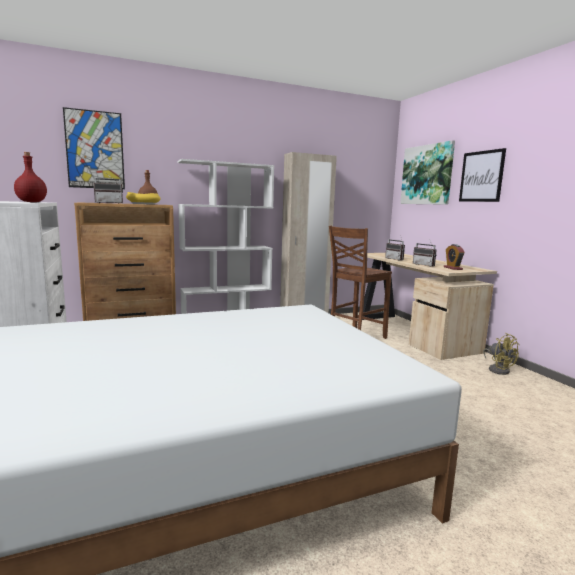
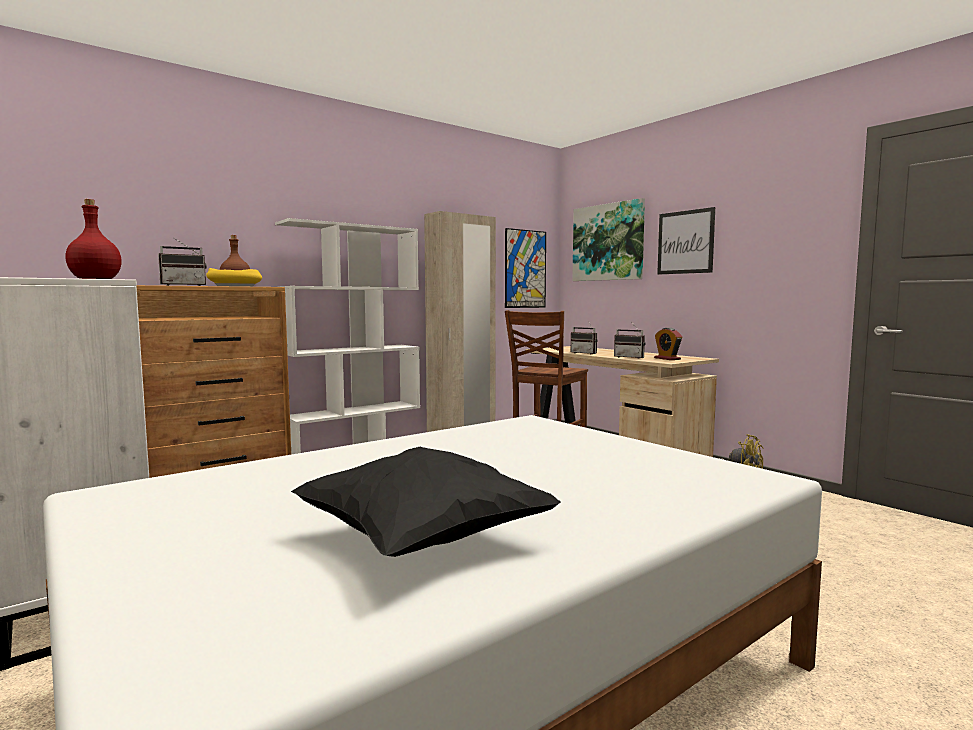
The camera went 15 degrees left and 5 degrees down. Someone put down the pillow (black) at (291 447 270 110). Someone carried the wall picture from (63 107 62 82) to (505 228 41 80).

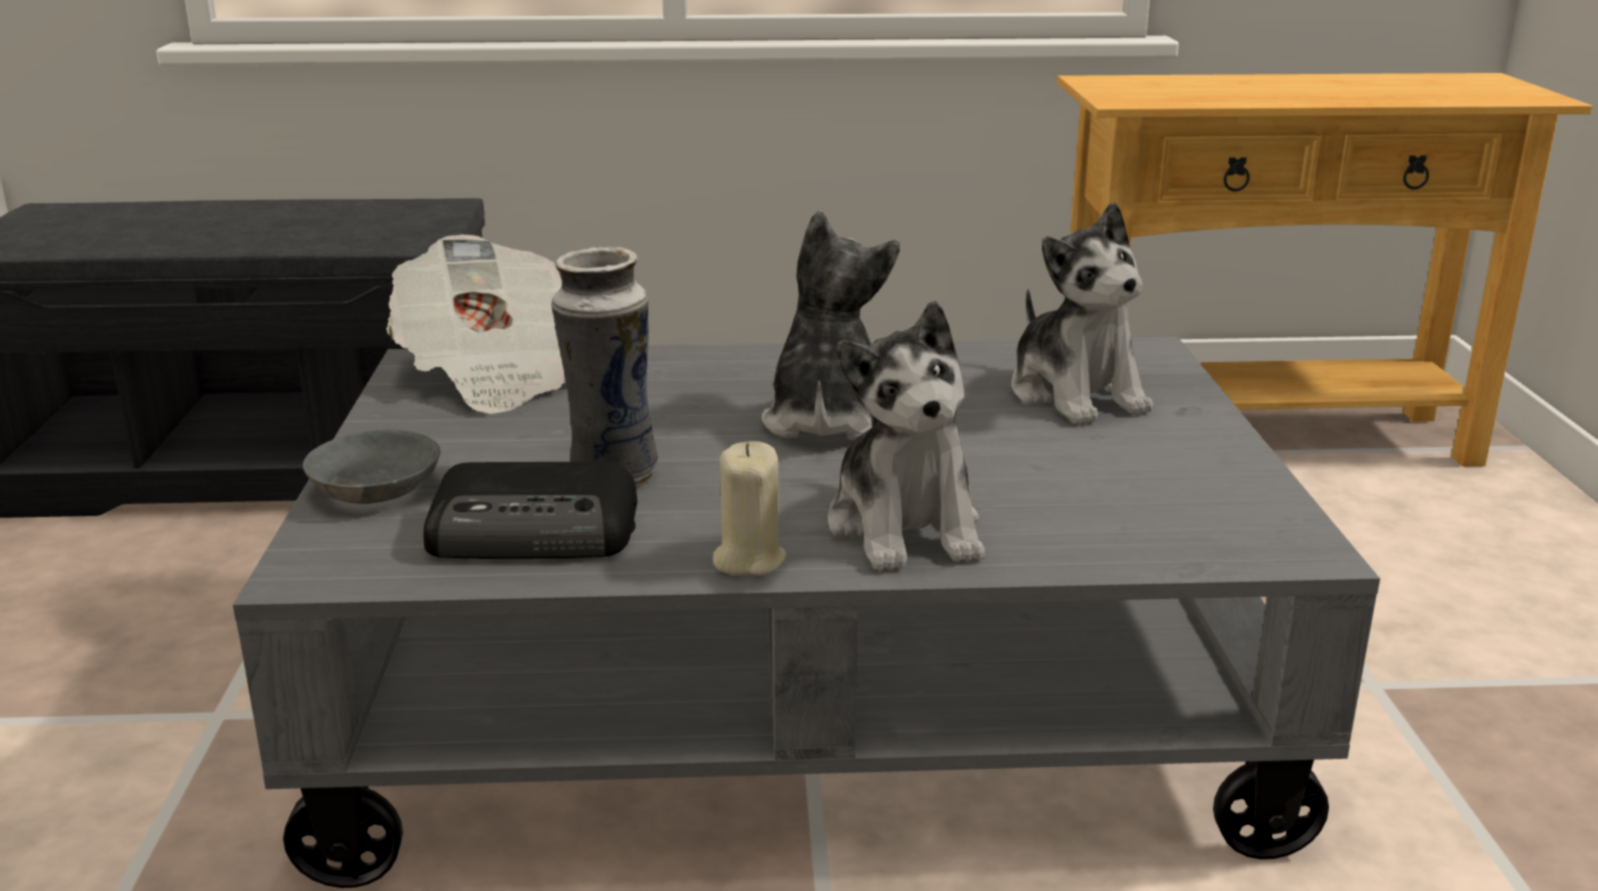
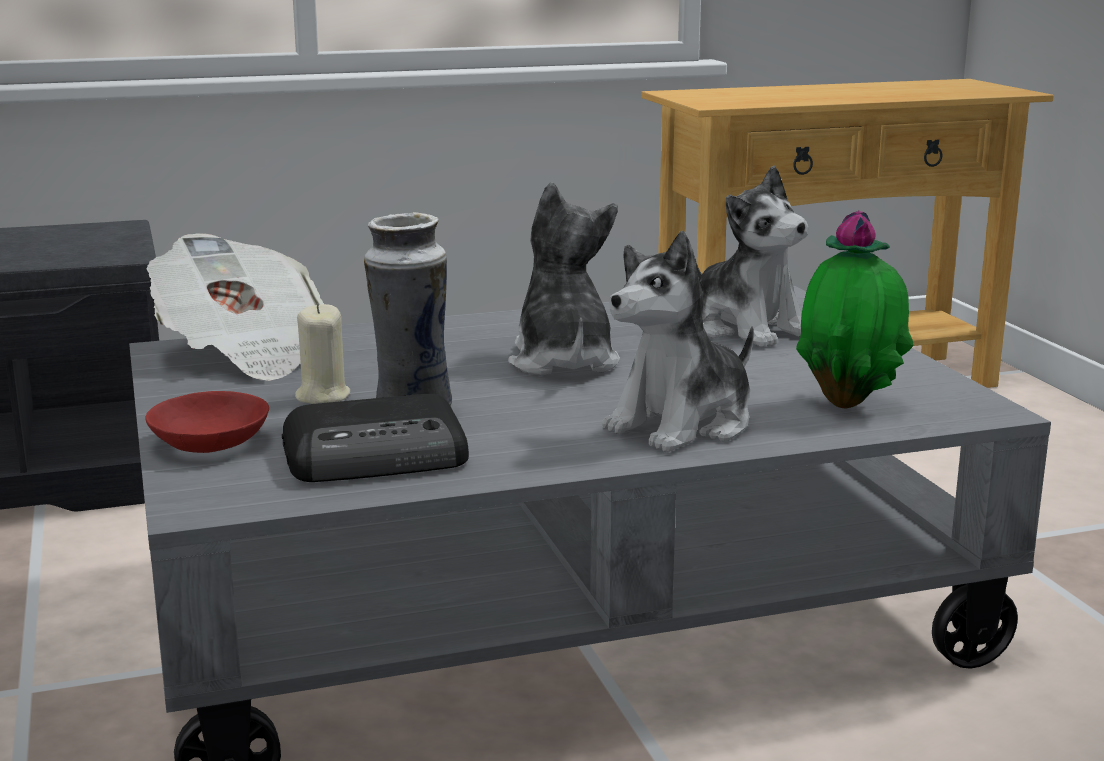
The camera went 15 degrees left and 5 degrees down. Someone repainted the serving bowl (gray) at (303 430 137 74), which became the serving bowl (red) at (145 391 124 62). Someone carried the wax candle (beige-coloured) from (713 441 73 135) to (295 304 55 100). Someone rotated the plush toy at (828 301 157 270) by 75 degrees clockwise. Someone put down the houseplant at (796 211 118 197).

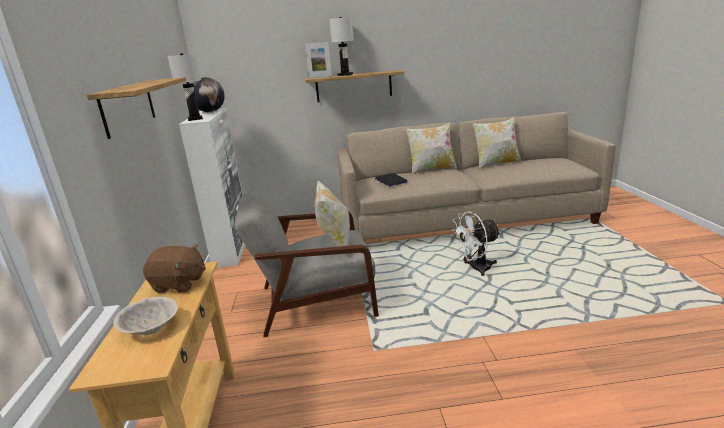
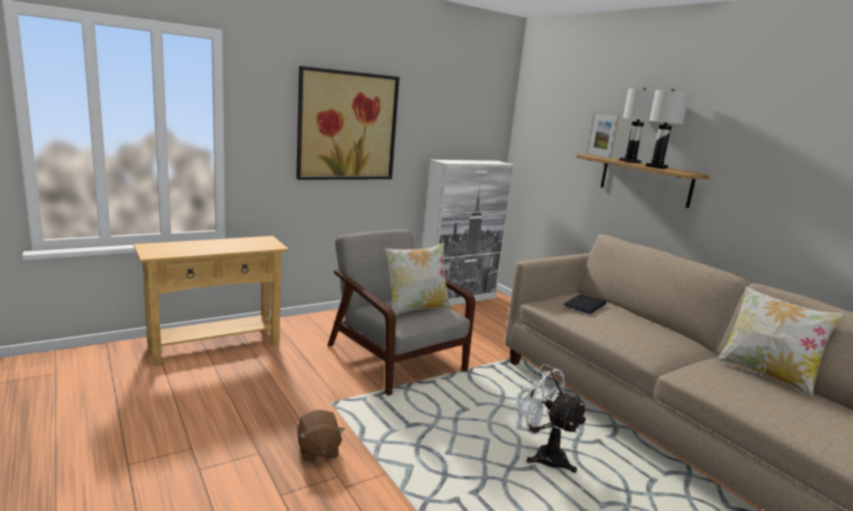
The camera went 60 degrees right and 5 degrees down. Someone swapped the wall shelf at (87 77 99 62) for the wall picture at (296 66 103 114). Someone carried the plush toy (brown-coloured) from (143 244 63 49) to (297 410 48 52). Someone carried the tabletop lamp (white) from (168 53 35 68) to (646 89 44 80). Someone took away the serving bowl (beige-coloured) at (113 297 65 38). Someone took away the desk globe at (193 77 32 35). Someone took away the pillow at (406 123 51 52).

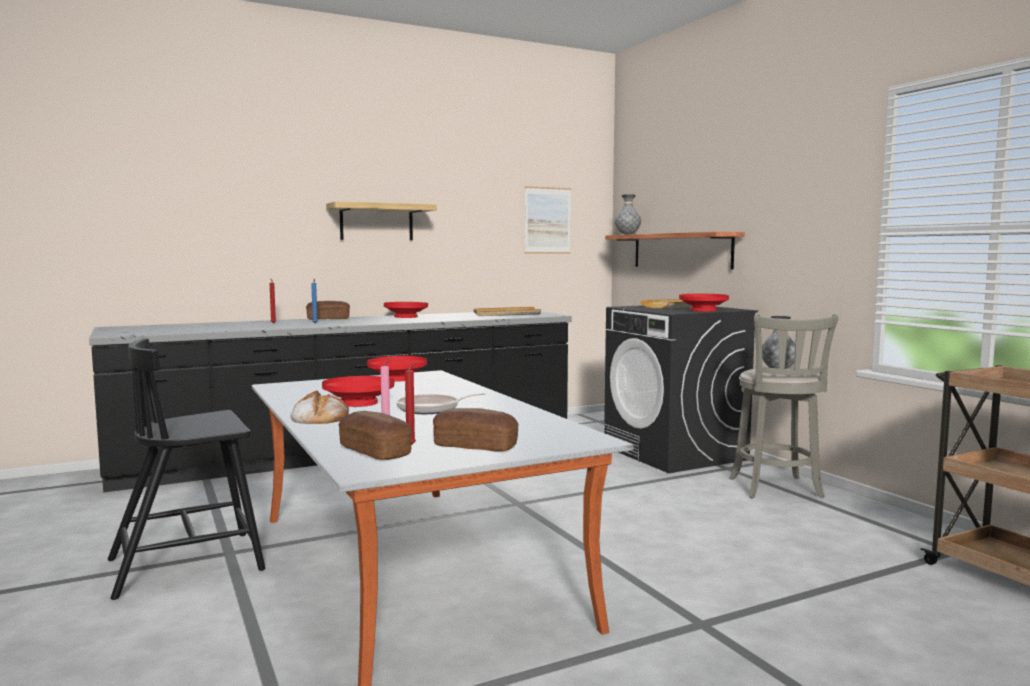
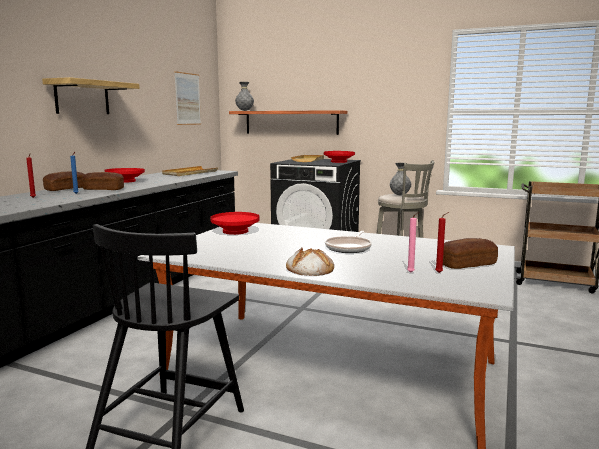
The camera went 40 degrees left and 5 degrees up. Someone carried the bakery bread from (339 411 73 49) to (82 172 42 18). Someone took away the serving bowl (red) at (322 376 72 31).

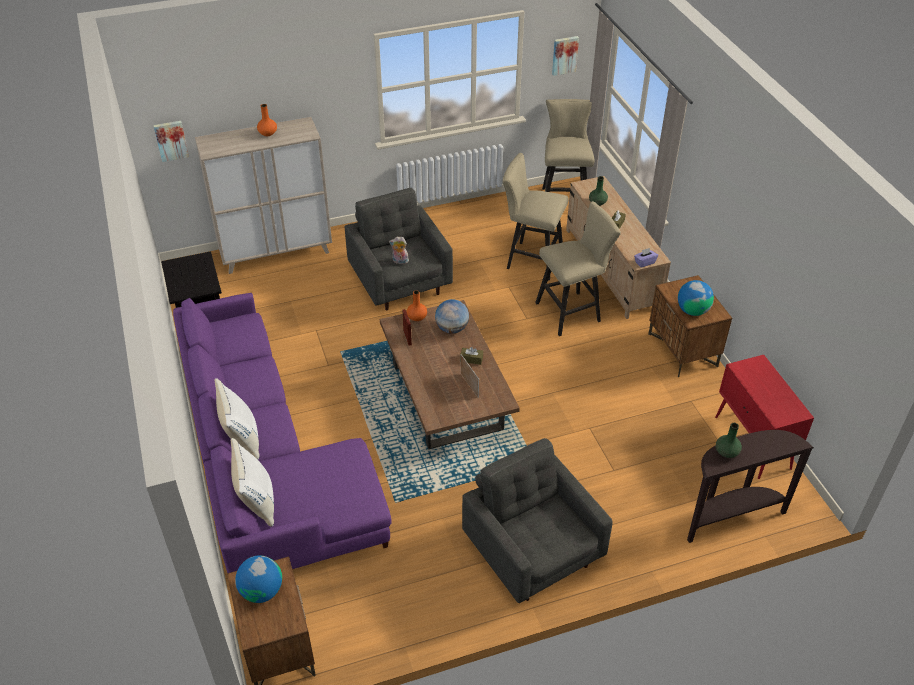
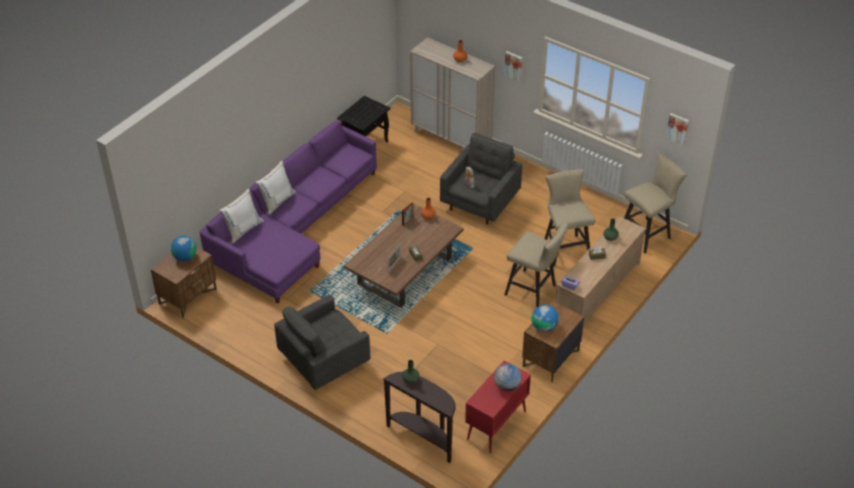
The camera went 55 degrees right and 0 degrees up. Someone rotated the lounge chair (gray) at (462 438 151 165) by 150 degrees counterclockwise. Someone carried the desk globe from (435 299 34 35) to (494 364 28 27). Someone carried the wall picture from (153 121 36 41) to (504 51 19 31).

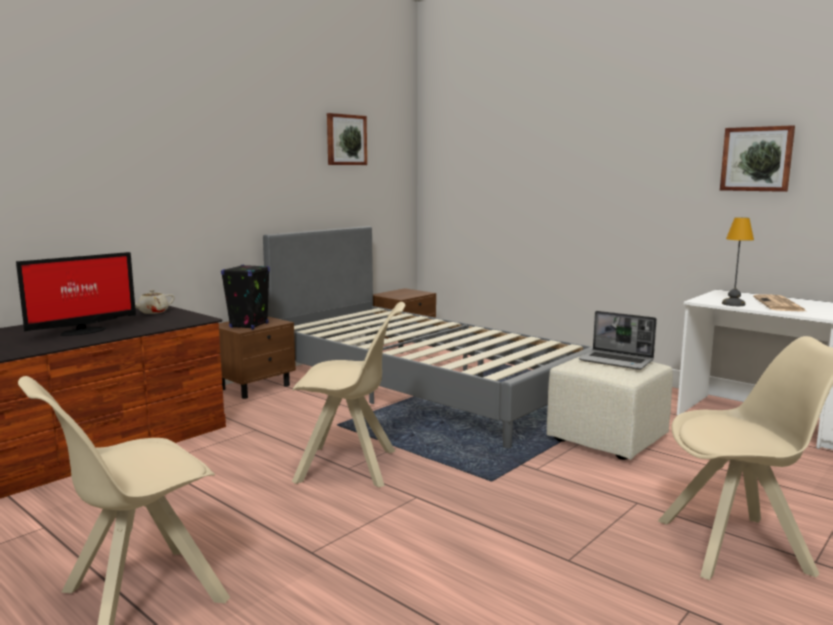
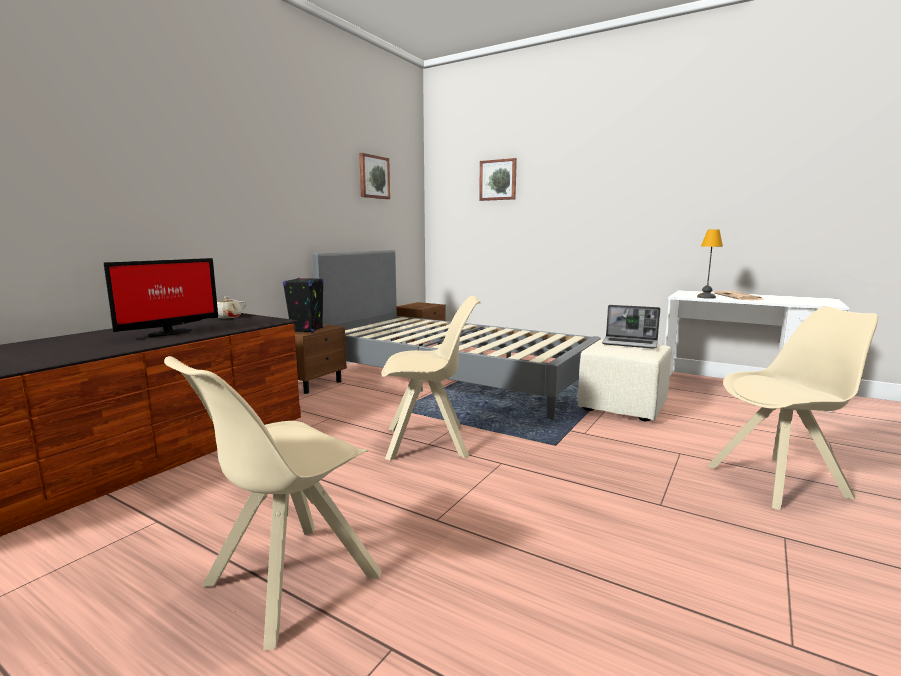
The camera went 10 degrees left and 0 degrees up. Someone carried the wall picture from (720 125 75 67) to (479 158 38 43).

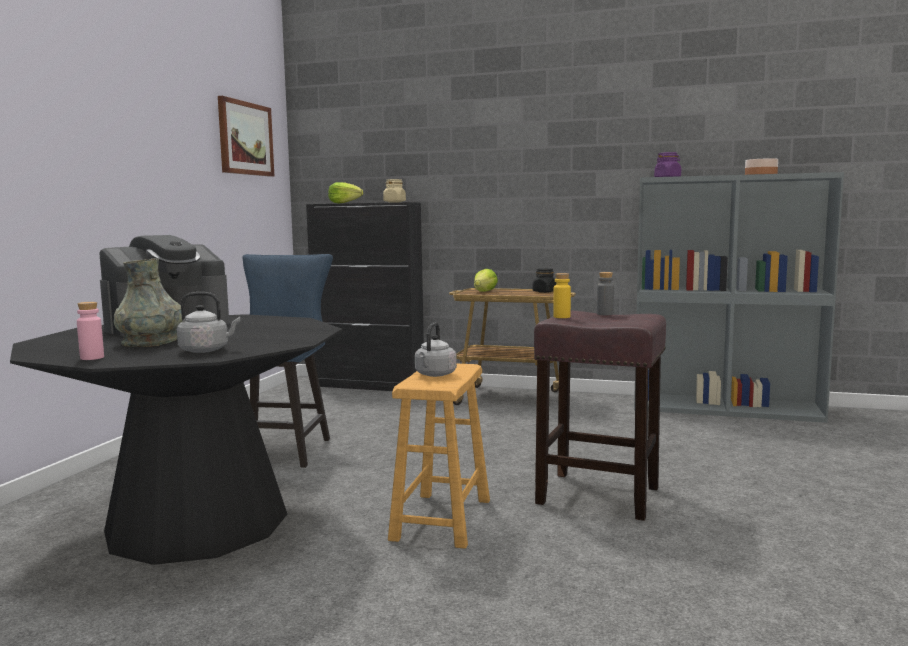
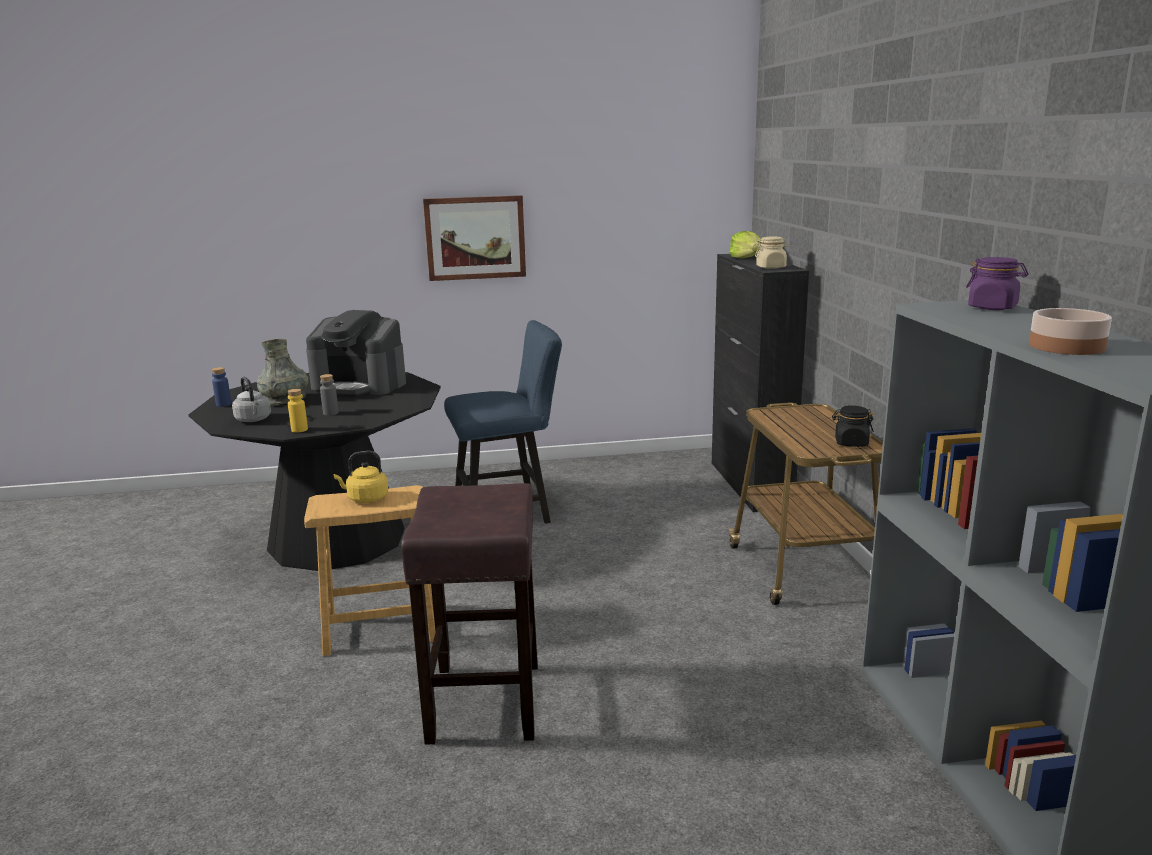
The camera went 65 degrees right and 10 degrees up. Someone repainted the drink bottle (pinkish) at (77 302 27 58), which became the drink bottle (blue-coloured) at (212 367 20 40). Someone carried the drink bottle (yellow-coloured) from (553 273 18 45) to (288 389 20 43). Someone carried the drink bottle (gray) from (597 272 17 43) to (320 374 19 42). Someone repainted the tea kettle (gray) at (415 323 42 54), which became the tea kettle (yellow-coloured) at (334 451 54 52). Someone carried the wall picture from (218 96 56 81) to (423 195 103 86). Someone took away the lettuce at (474 269 24 23).

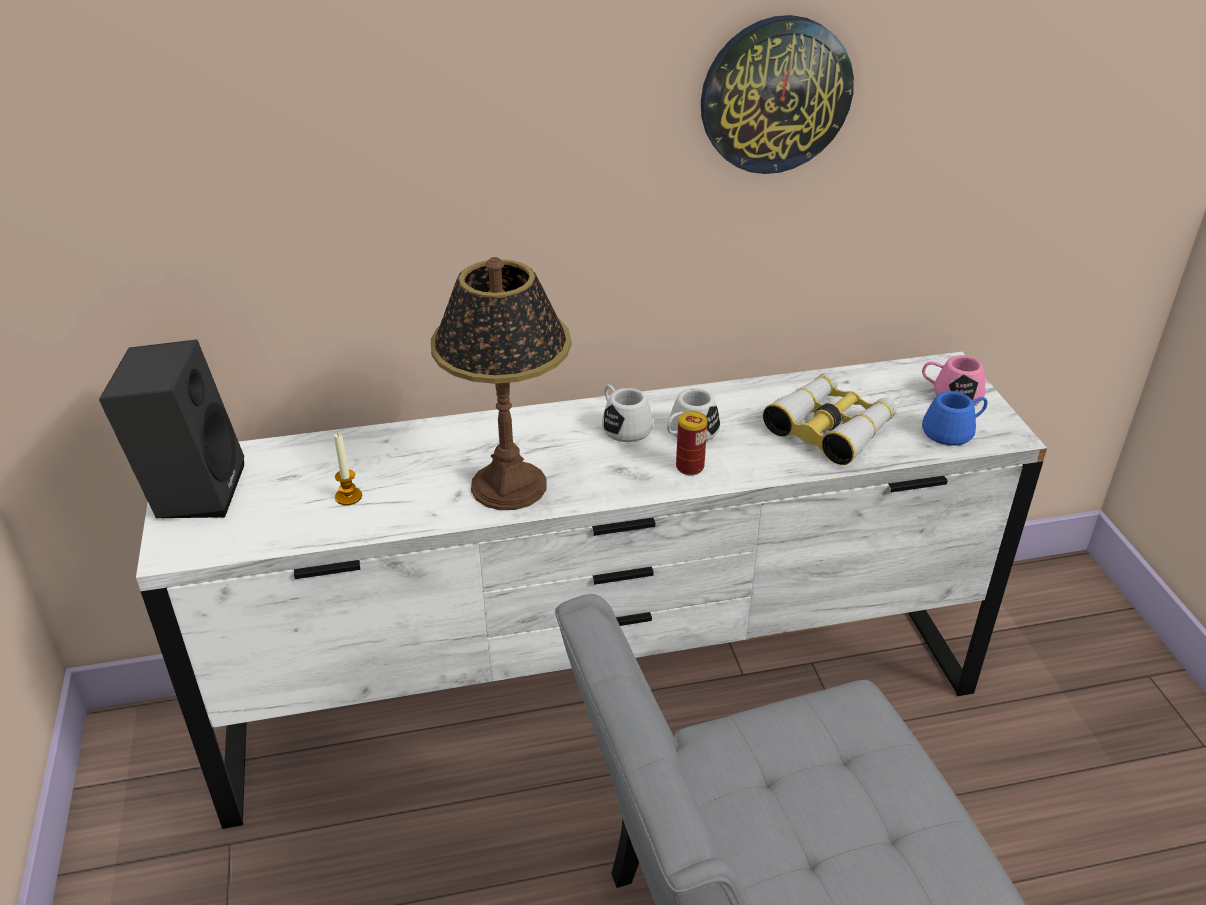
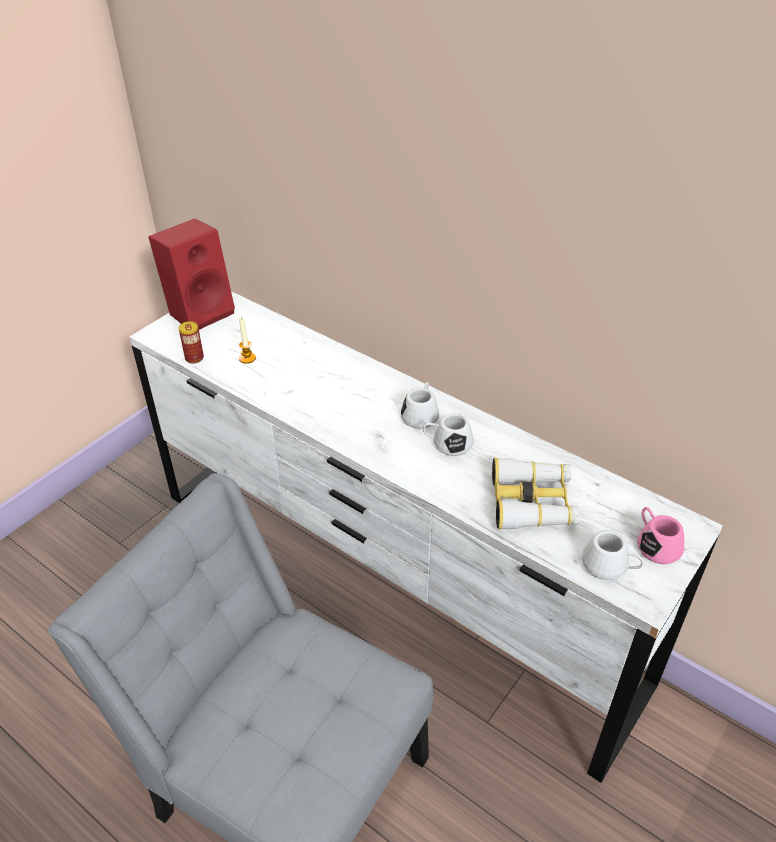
The camera went 50 degrees right and 5 degrees up. Someone repainted the speaker (black) at (99 340 145 179), which became the speaker (red) at (148 218 87 112). Someone carried the can from (676 411 31 64) to (179 321 25 43). Someone repainted the mug (blue-coloured) at (922 391 66 55), which became the mug (white) at (582 530 62 50). Someone took away the tabletop lamp at (431 257 140 253). Someone took away the clock on the wall at (701 15 153 159).

